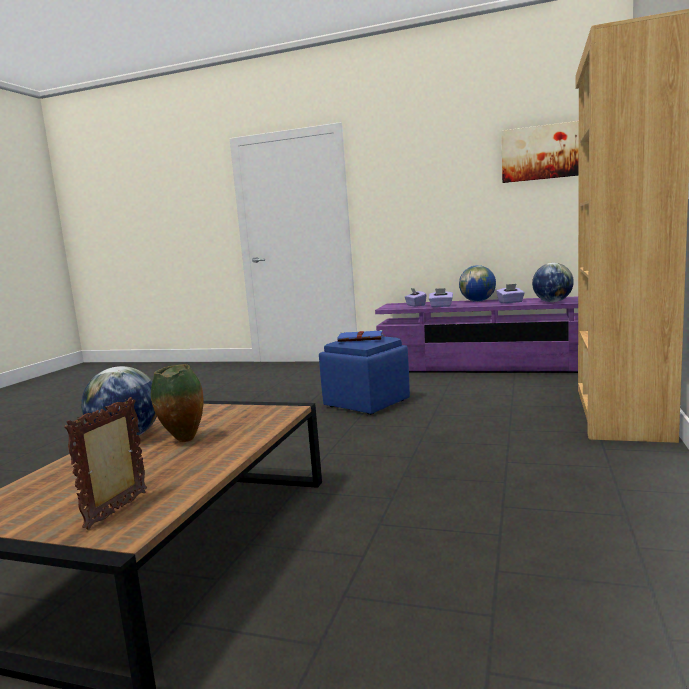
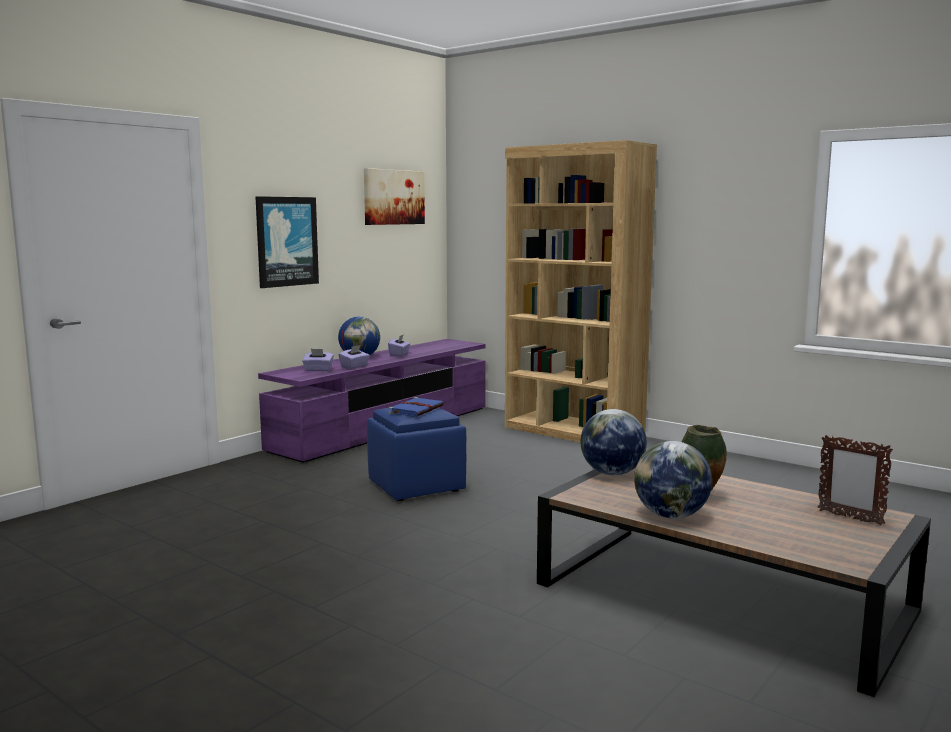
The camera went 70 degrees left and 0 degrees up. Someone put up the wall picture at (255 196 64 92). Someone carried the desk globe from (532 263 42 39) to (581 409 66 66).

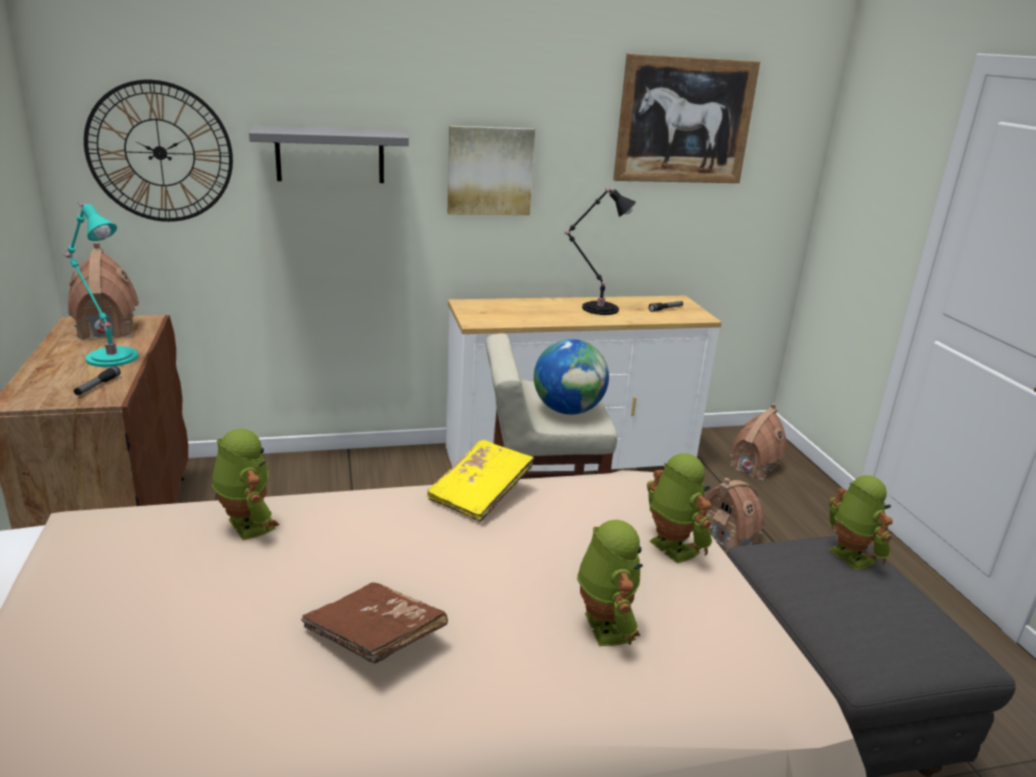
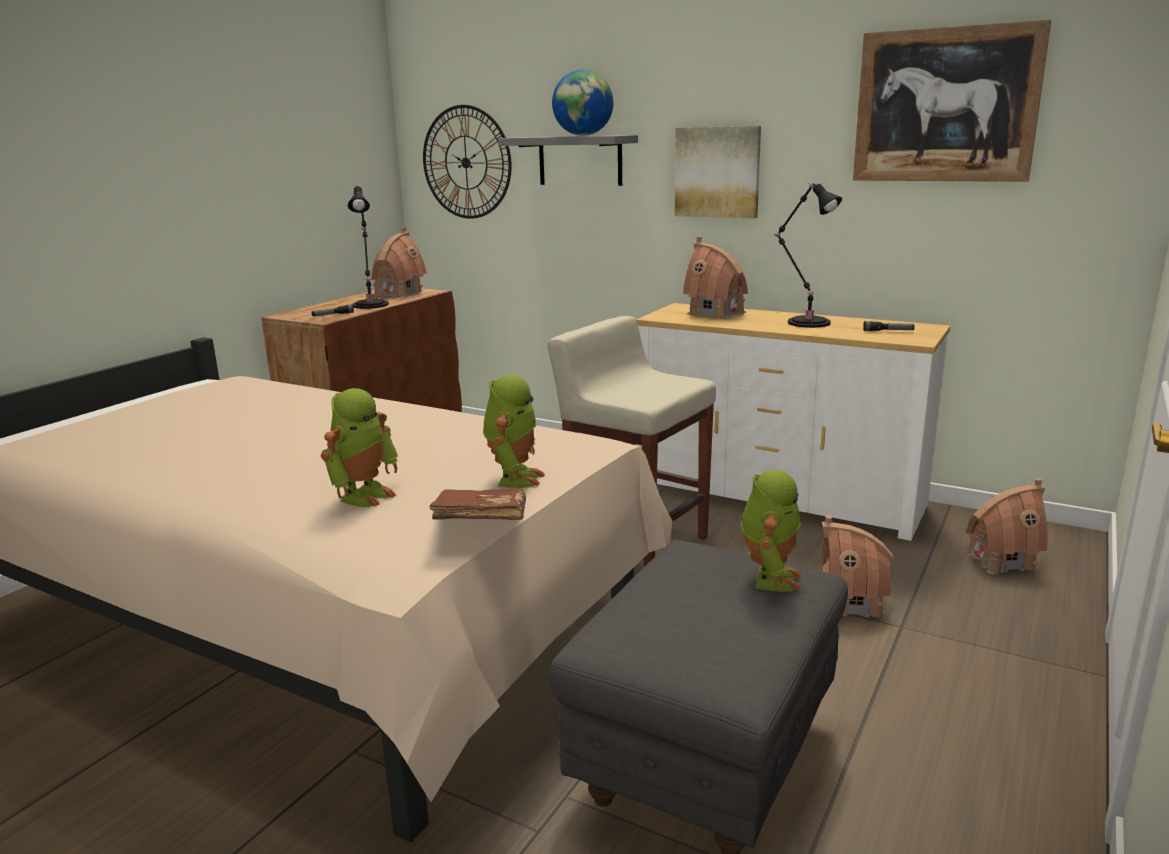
The camera went 45 degrees right and 5 degrees down. Someone repainted the tabletop lamp (blue-green) at (64 202 75 165), which became the tabletop lamp (black) at (348 185 41 124). Someone carried the book (brown-coloured) from (301 583 147 81) to (430 488 96 32). Someone carried the desk globe from (534 339 75 76) to (552 70 62 66). Someone put down the model house at (683 236 65 83). Someone took away the toy robot at (212 429 67 111). Someone took away the book (yellow-coloured) at (427 440 108 82).

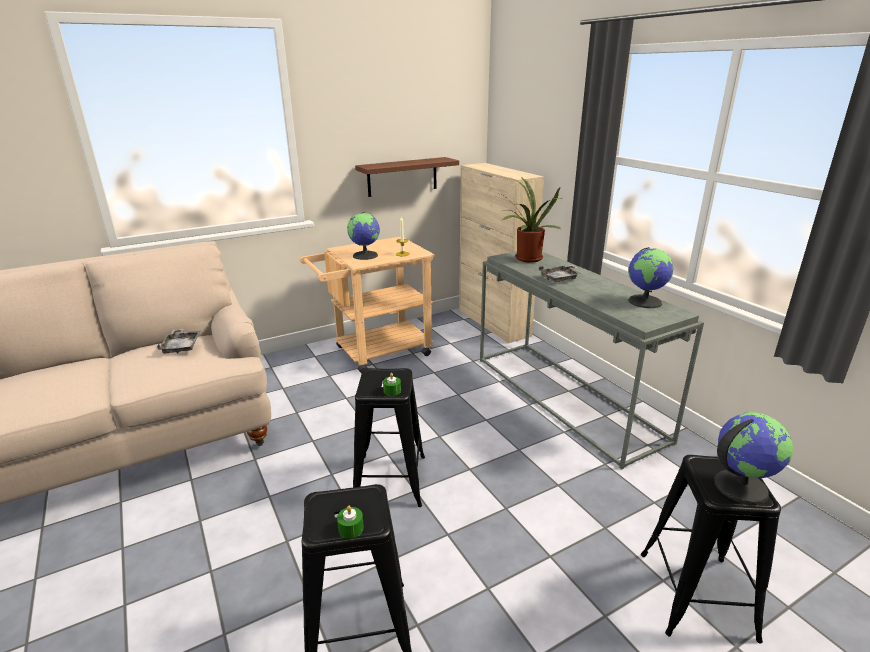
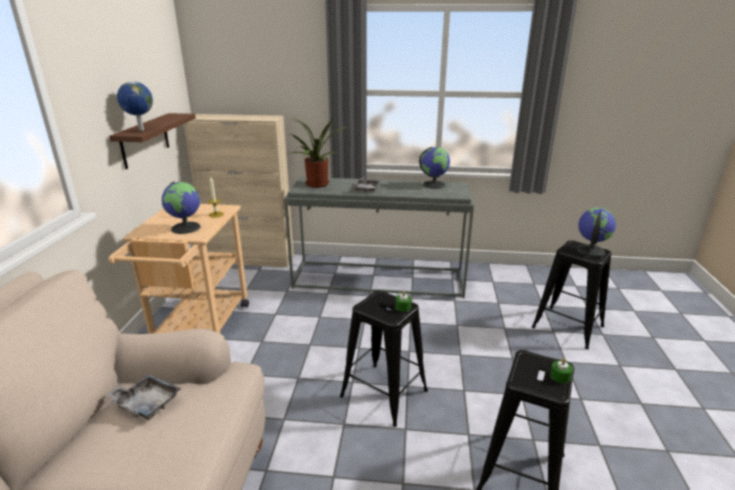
The camera went 55 degrees left and 0 degrees up. Someone put down the desk globe at (117 81 36 50).

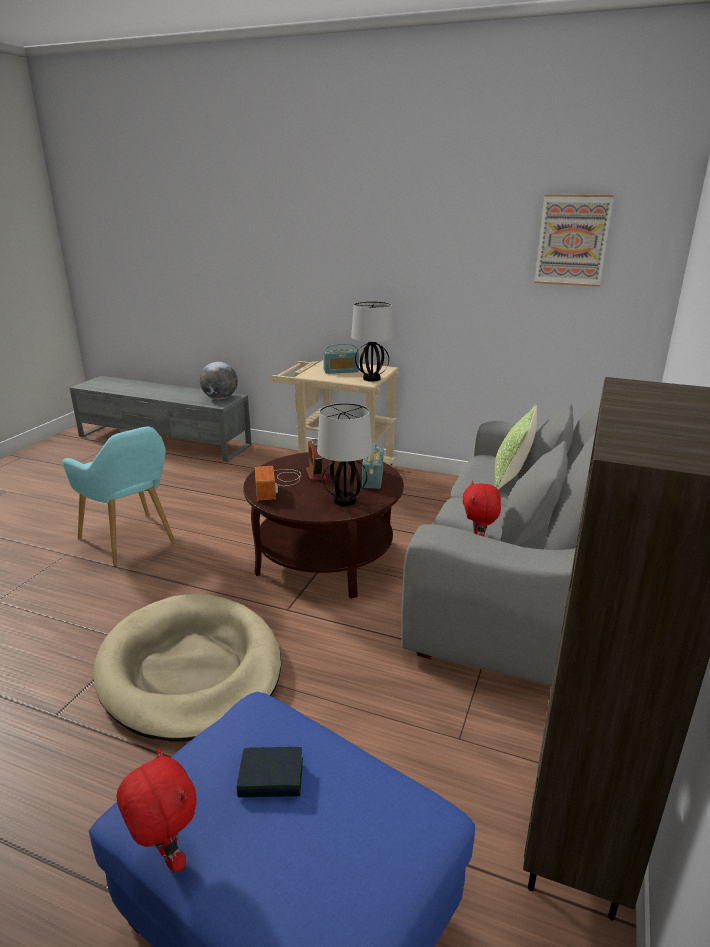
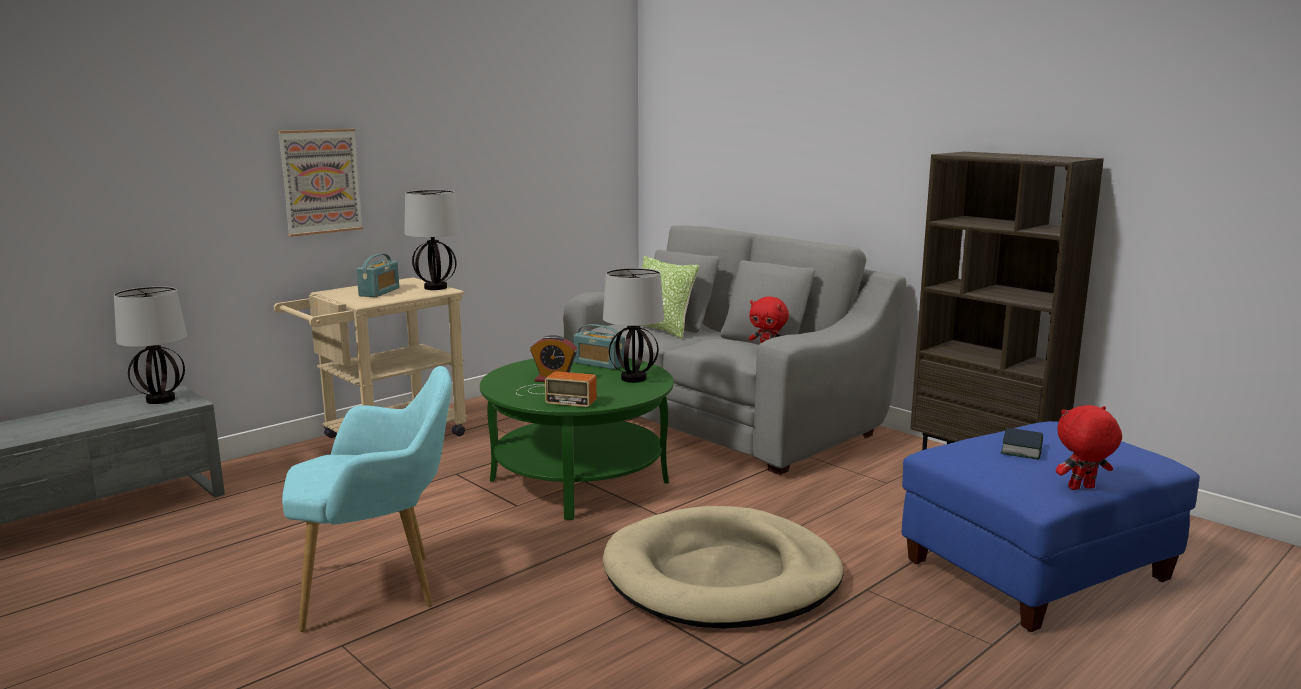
The camera went 65 degrees left and 10 degrees down. Someone swapped the desk globe at (200 362 38 37) for the tabletop lamp at (114 286 73 118). Someone carried the wall picture from (534 194 80 93) to (278 129 85 108). Someone repainted the low table (brown-coloured) at (243 452 161 147), which became the low table (green-coloured) at (480 358 194 162).

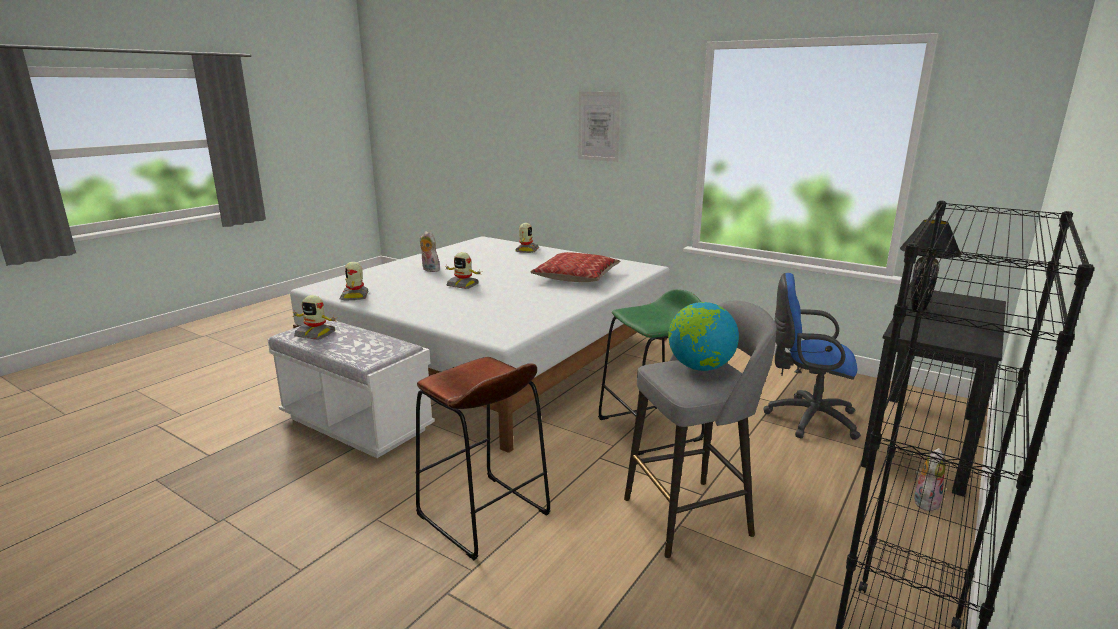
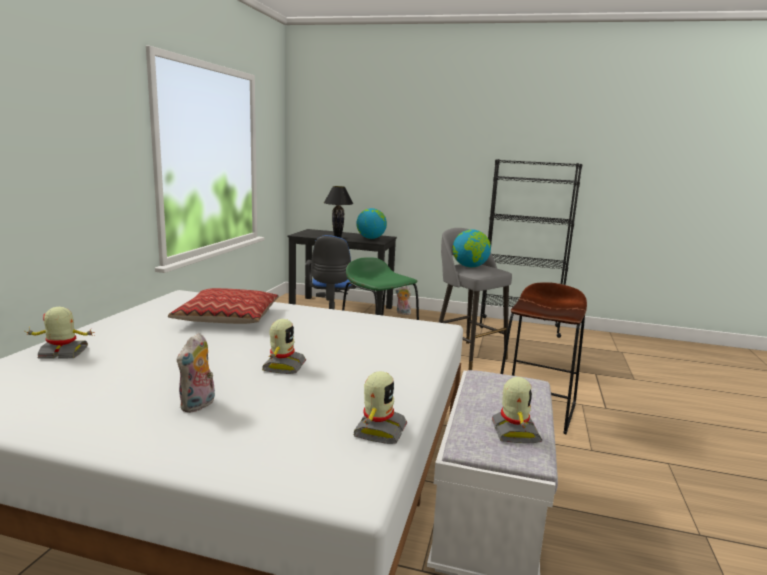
The camera went 110 degrees left and 5 degrees down. Someone rotated the toy robot at (340 262 28 39) by 45 degrees counterclockwise. Someone put down the desk globe at (356 208 31 31). Someone took away the wall picture at (578 92 43 70).

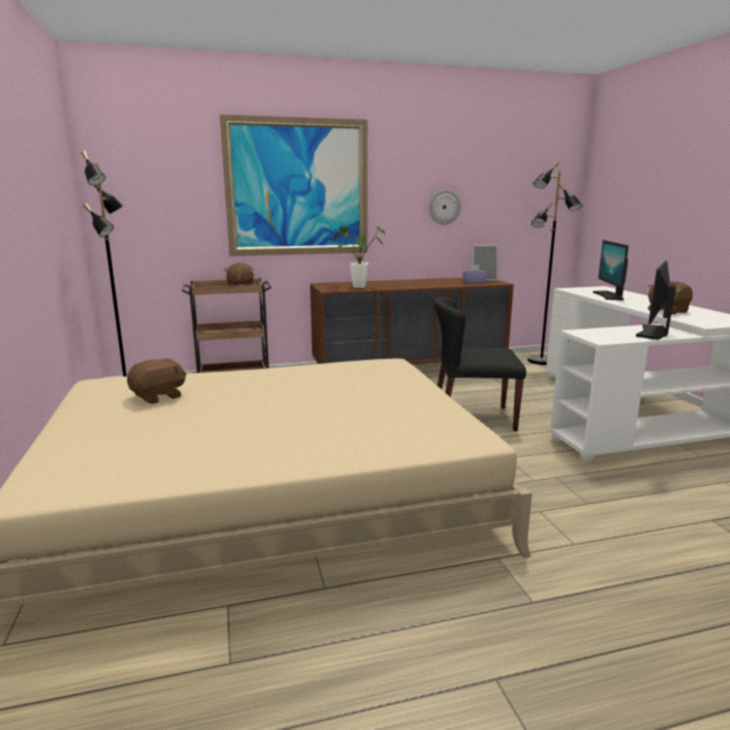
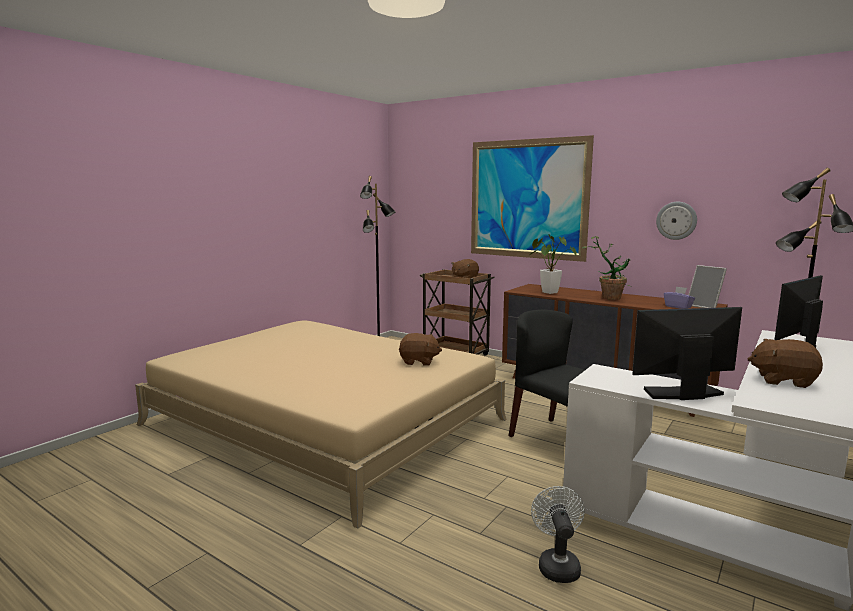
The camera went 50 degrees right and 5 degrees down. Someone carried the plush toy (brown-coloured) from (127 358 59 46) to (399 333 43 32). Someone put down the fan (white) at (531 486 54 97). Someone put down the houseplant at (582 236 49 64).

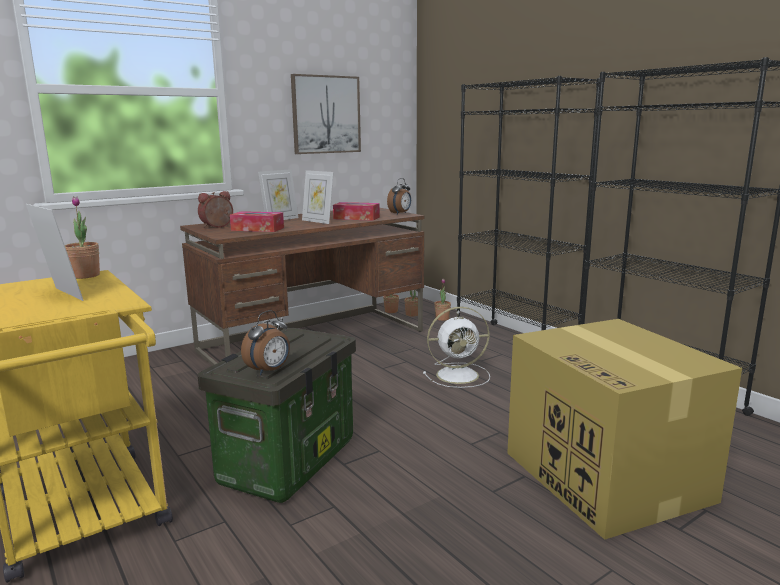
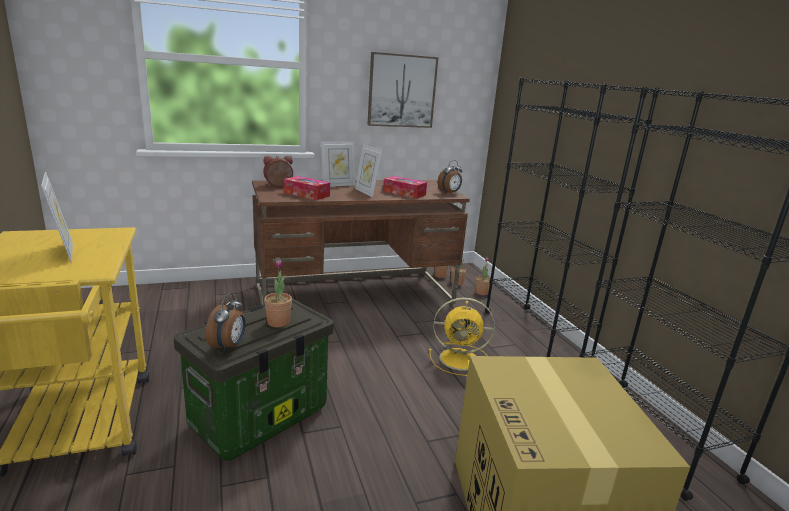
The camera went 15 degrees right and 5 degrees up. Someone rotated the alarm clock at (241 310 49 65) by 45 degrees counterclockwise. Someone carried the houseplant from (65 196 35 83) to (264 259 28 68). Someone repainted the fan (white) at (423 307 67 81), which became the fan (yellow-coloured) at (429 297 66 79).

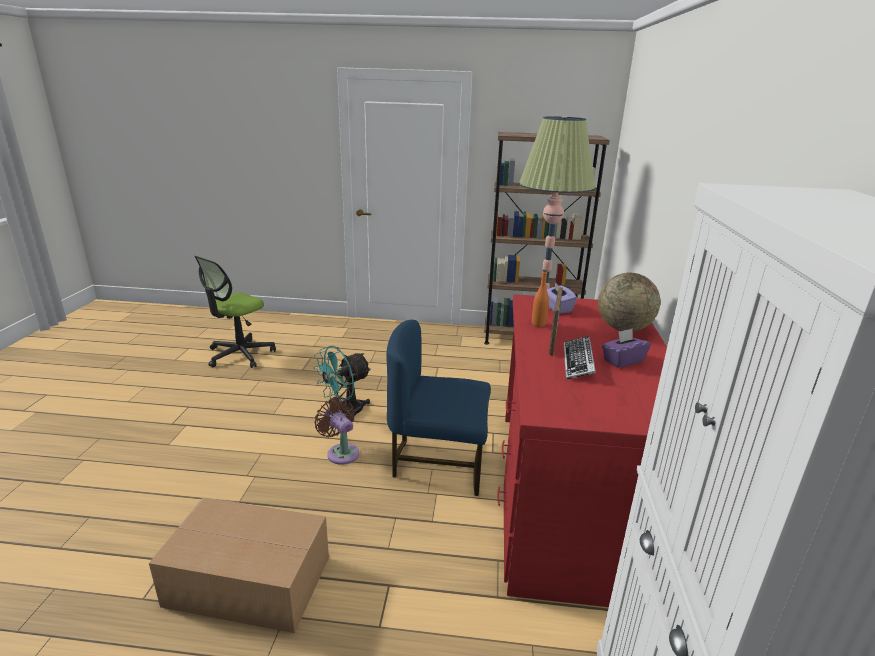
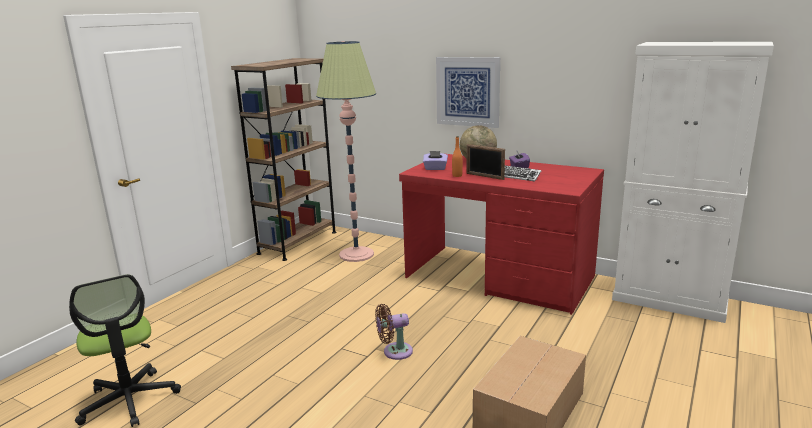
The camera went 65 degrees left and 5 degrees down. Someone put up the wall picture at (436 57 64 71). Someone took away the fan (blue-green) at (313 345 58 77). Someone took away the upright chair (blue-coloured) at (386 320 105 176).

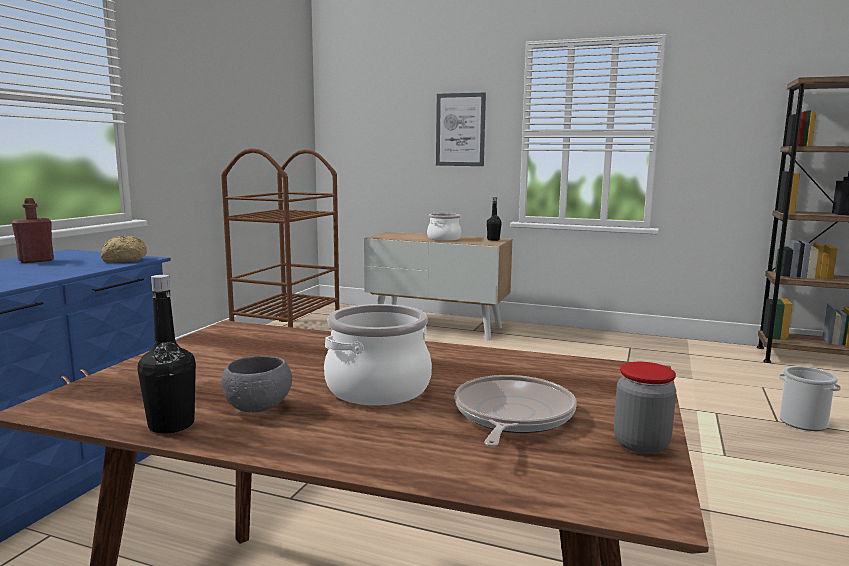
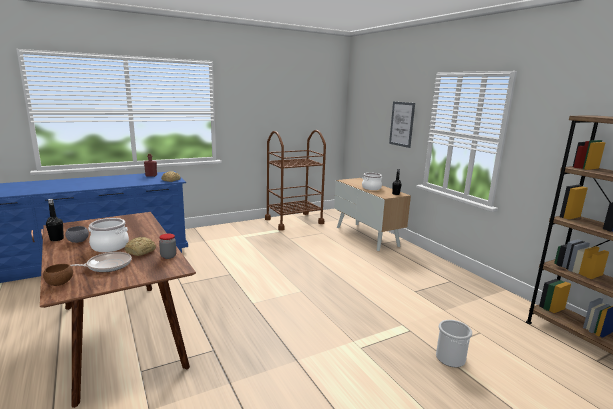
The camera went 40 degrees right and 5 degrees up. Someone put down the serving bowl (brown-coloured) at (43 264 30 22). Someone put down the bakery bread at (125 237 31 19). Someone carried the preserve jar from (614 362 62 92) to (159 233 17 26).

